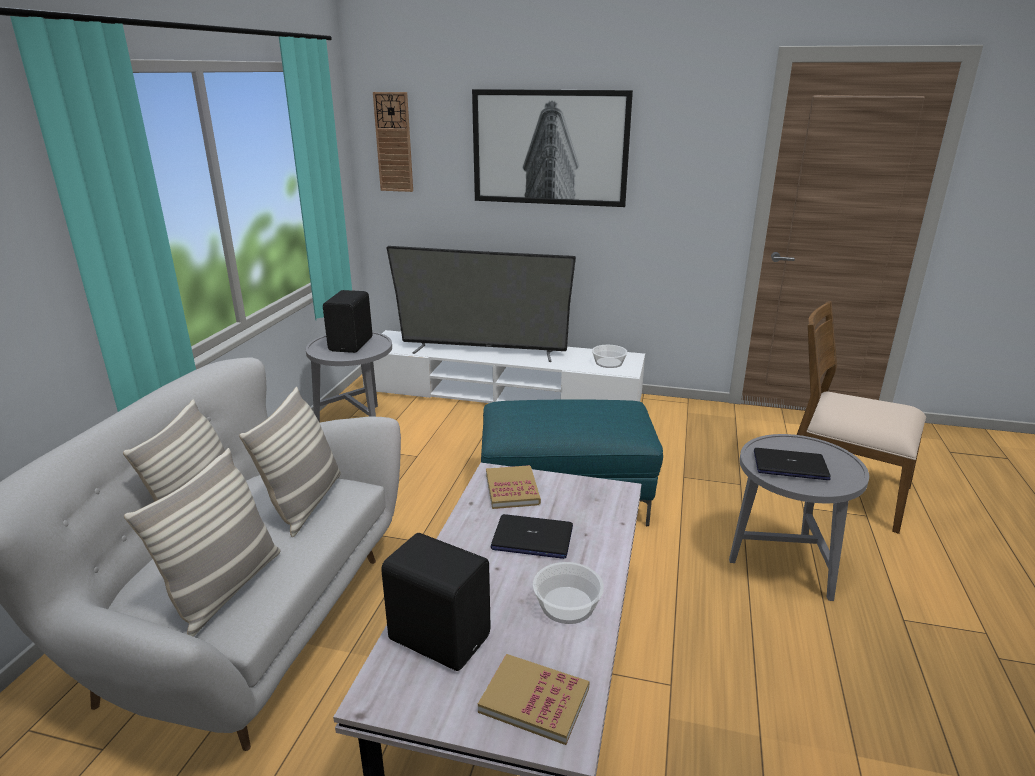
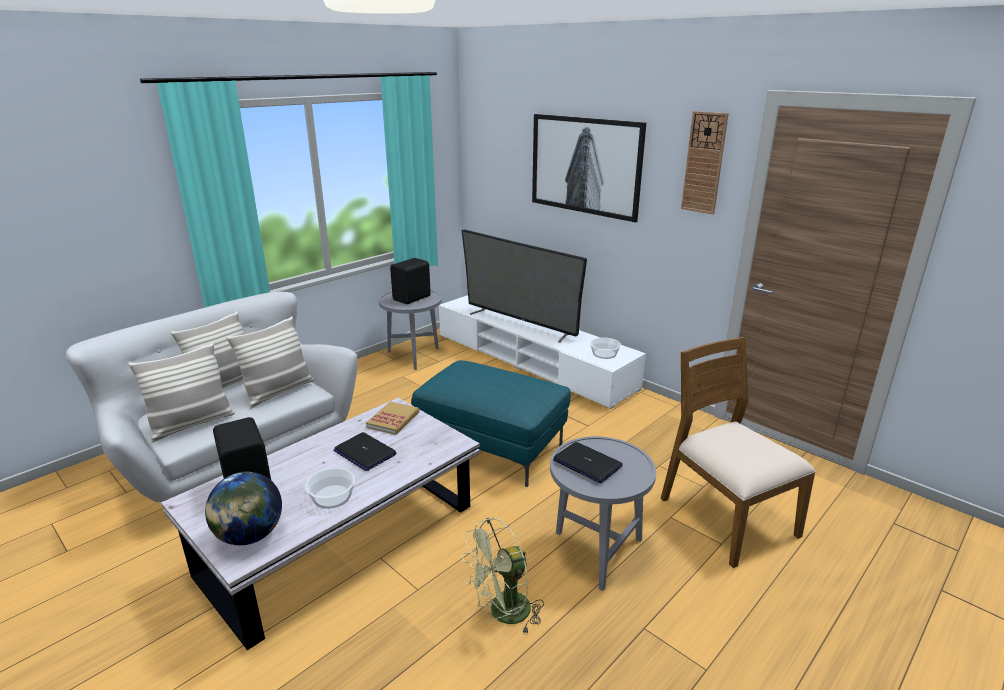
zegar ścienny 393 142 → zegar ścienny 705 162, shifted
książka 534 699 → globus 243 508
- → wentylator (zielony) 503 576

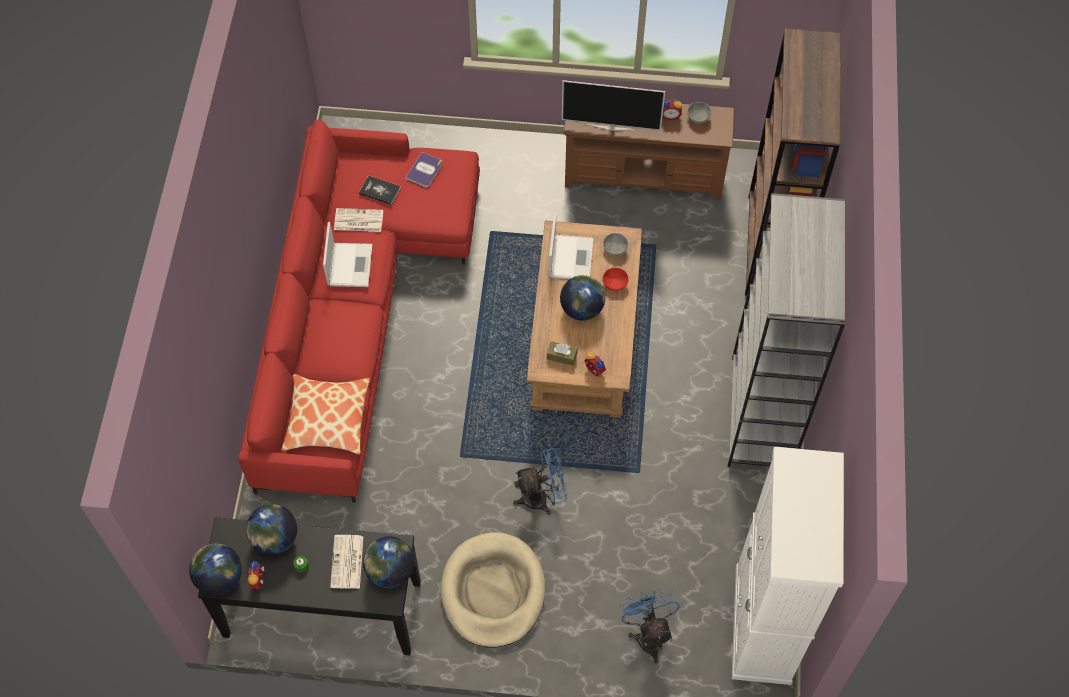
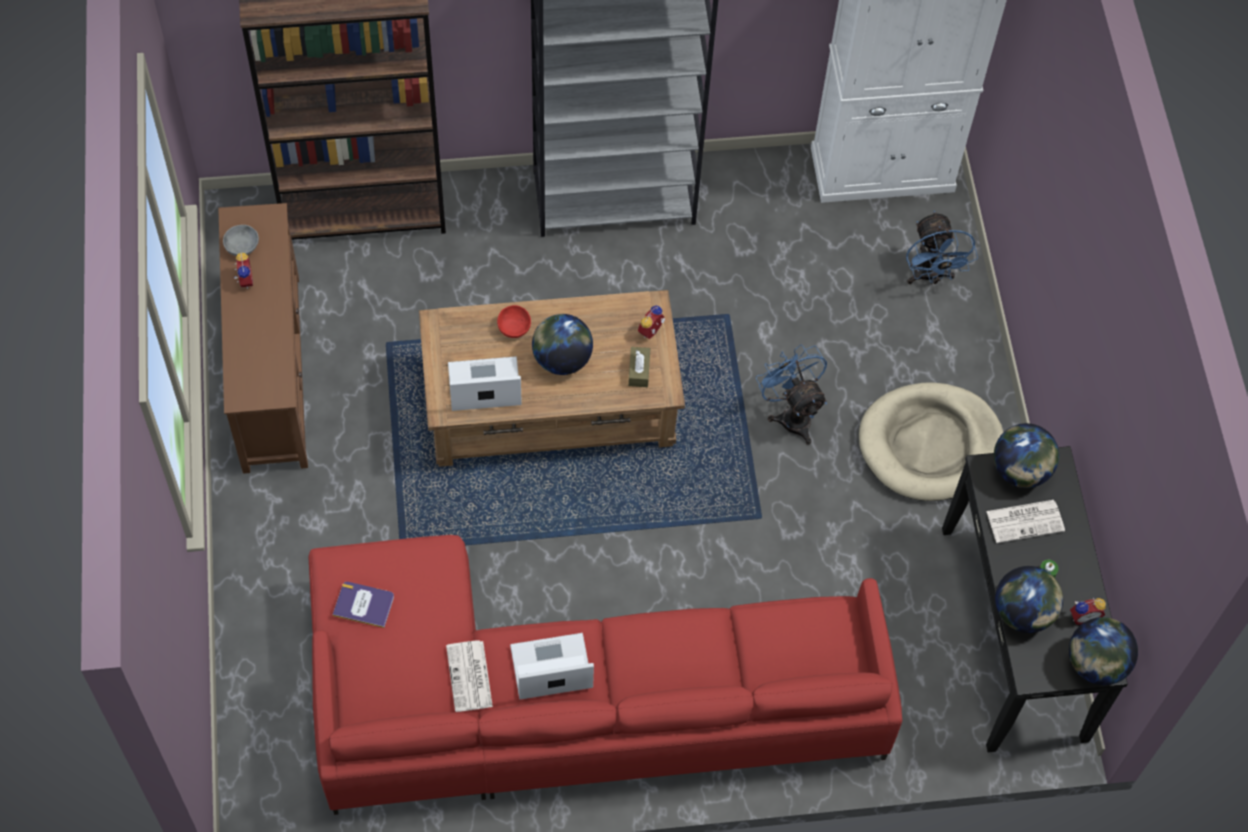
poduszka 326 414 → -
książka 380 190 → -
telewizor 613 105 → -
miska (szary) 615 244 → -
wentylator (niebieski) 649 626 → wentylator (niebieski) 942 247, 75 degrees counterclockwise

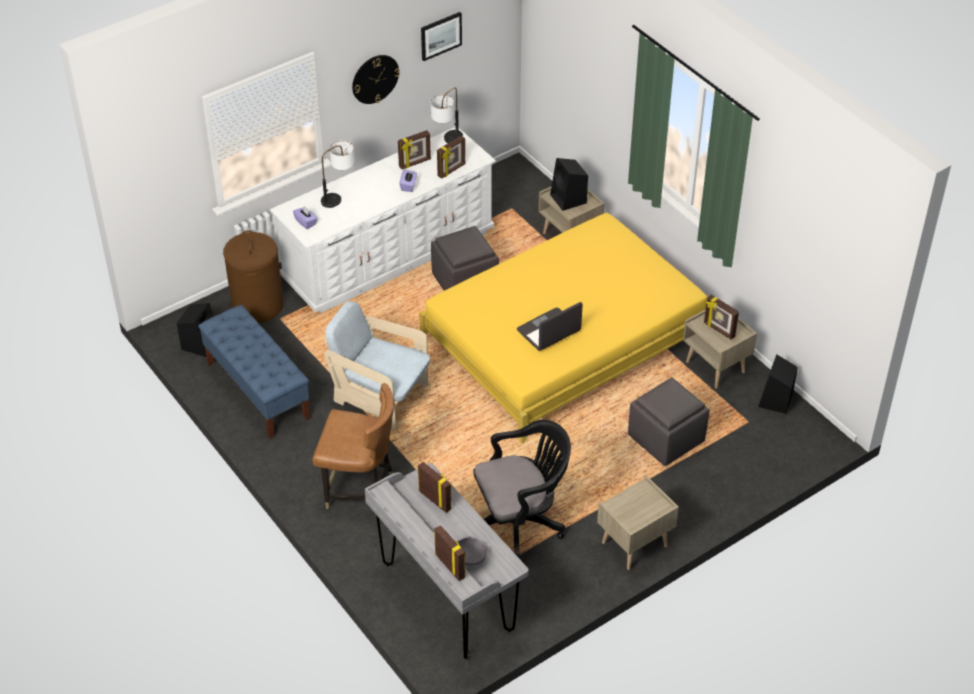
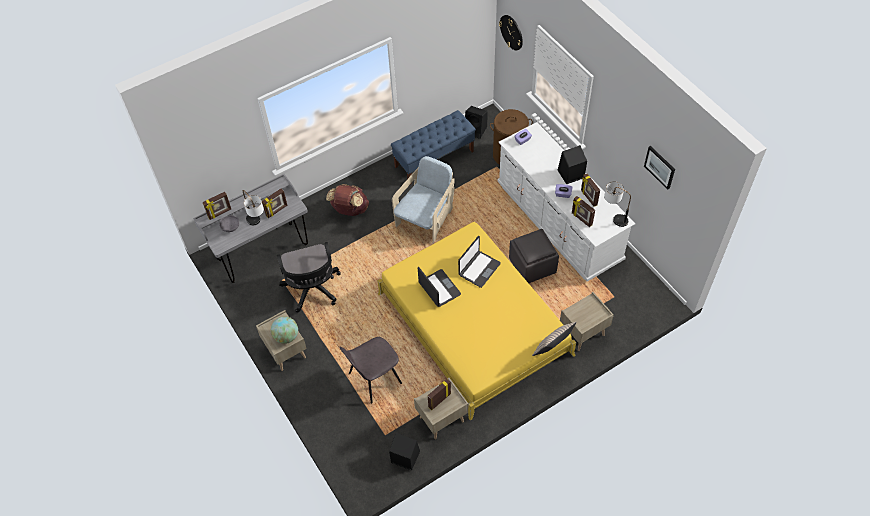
krzesło (brązowy) 353 446 → plecak (brązowy) 347 200
lampa stołowa 338 174 → lampa stołowa 253 207, shifted
zegar ścienny 376 79 → zegar ścienny 511 33, shifted
głośnik (czarny) 569 184 → głośnik (czarny) 572 164, shifted
pufa (szary) 669 421 → krzesło (szary) 370 370
- → globus 284 330
- → laptop 479 262
- → poduszka (beżowy) 554 339

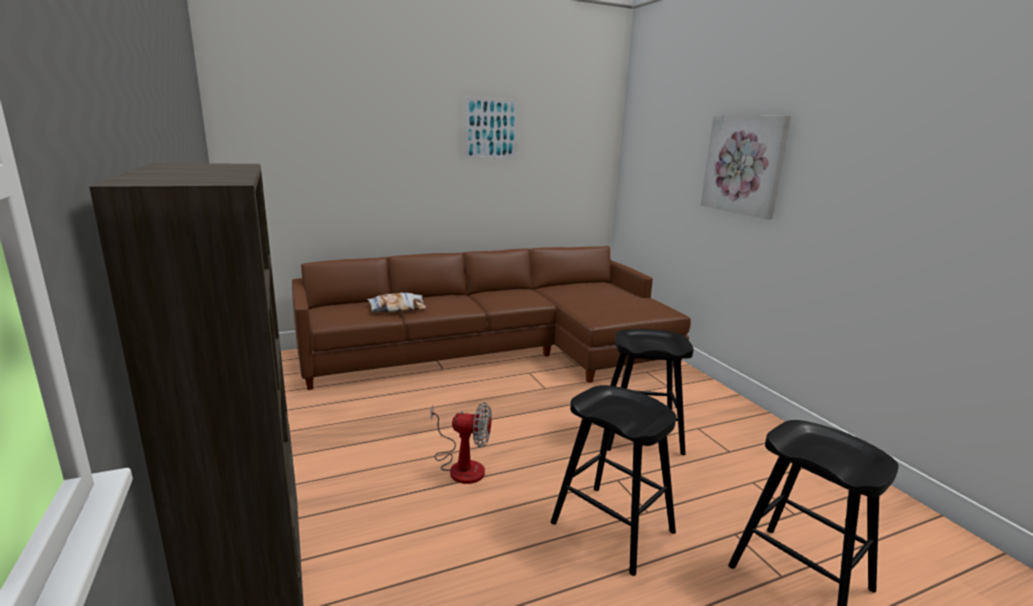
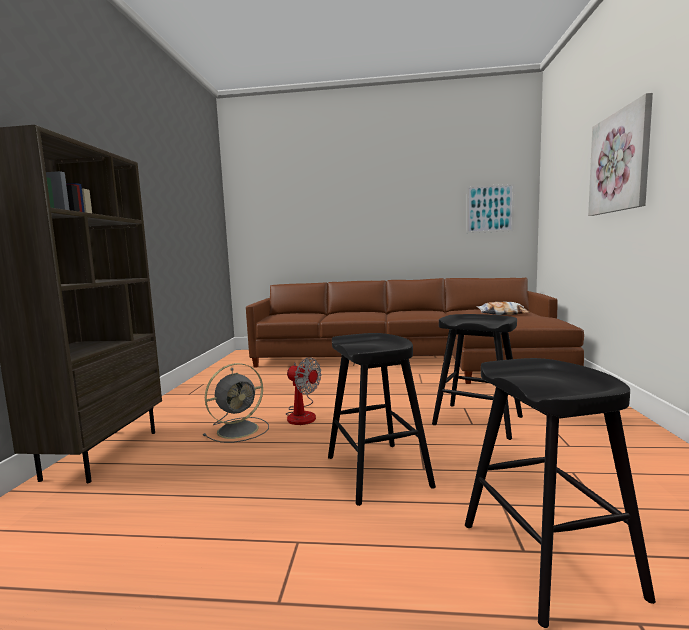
poduszka 397 302 → poduszka 503 308, shifted
obraz 491 128 → obraz 490 208, shifted
- → wentylator (szary) 236 403

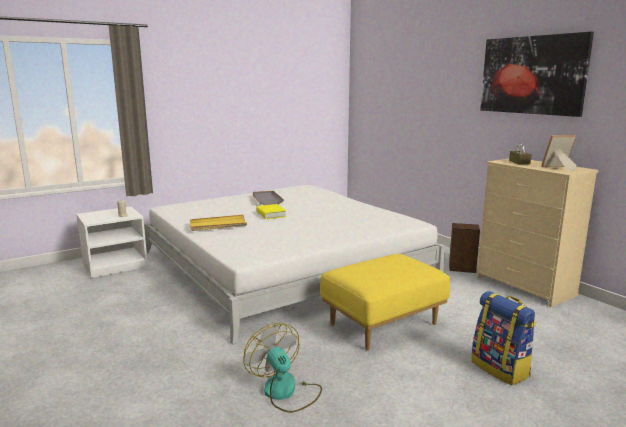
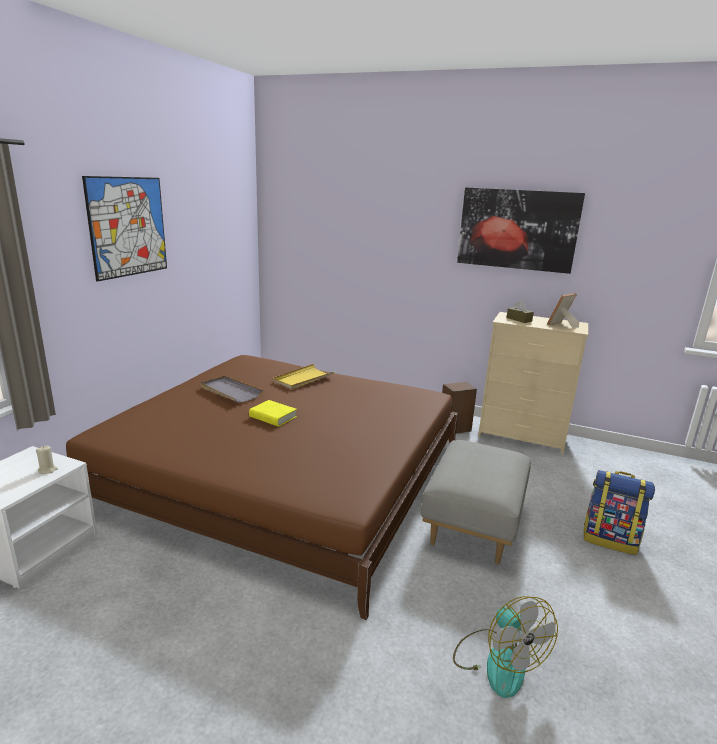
łóżko (biały) 294 265 → łóżko (brązowy) 262 487
taca (żółty) 218 223 → taca (żółty) 303 376, shifted
wentylator 283 368 → wentylator 505 647, 135 degrees counterclockwise
pufa (żółty) 385 302 → pufa (szary) 476 502
- → obraz 124 229

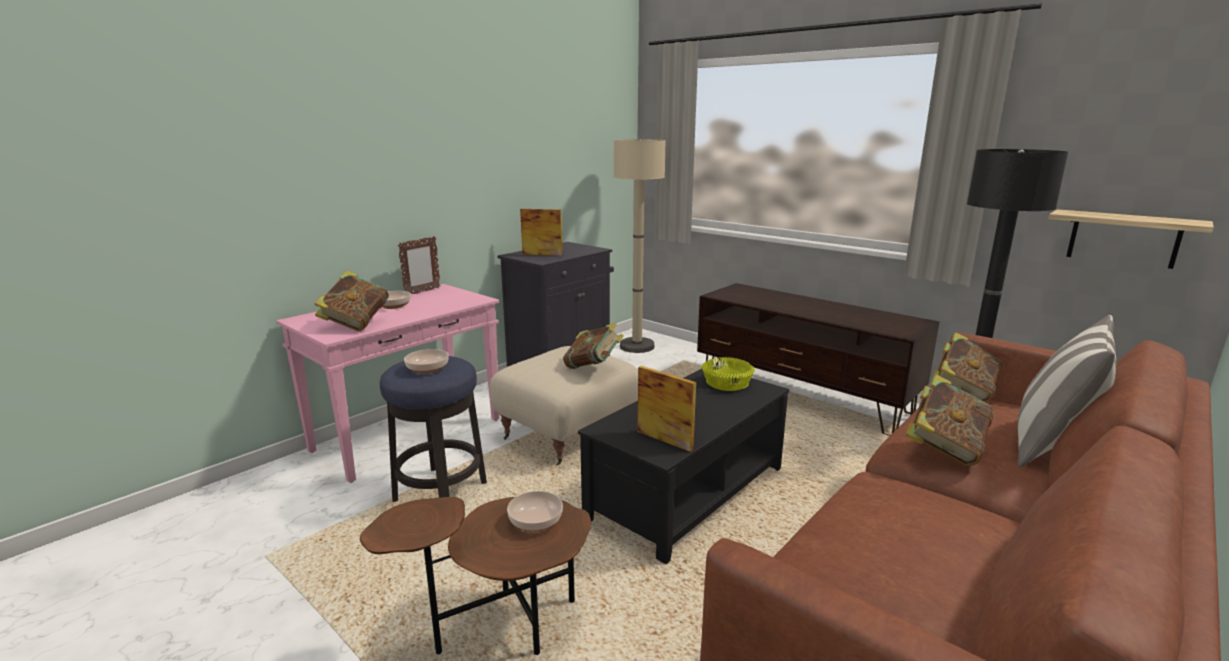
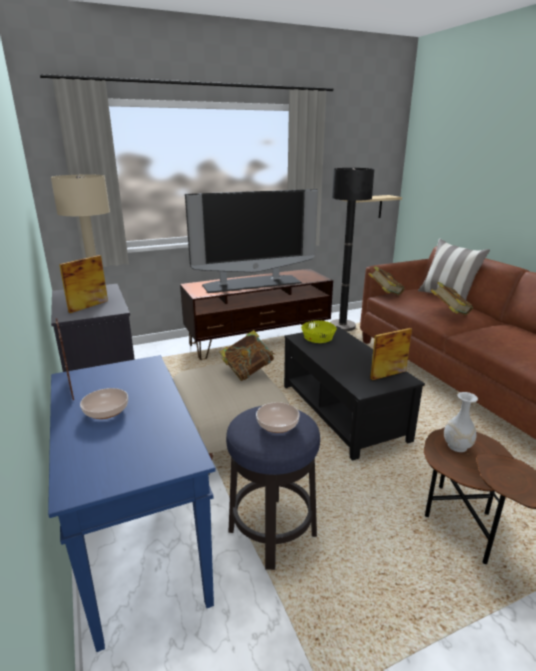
stolik konsolowy (różowy) 387 383 → stolik konsolowy (niebieski) 132 503
książka 352 300 → -
miska 535 511 → wazon (biały) 461 422
- → telewizor 251 241

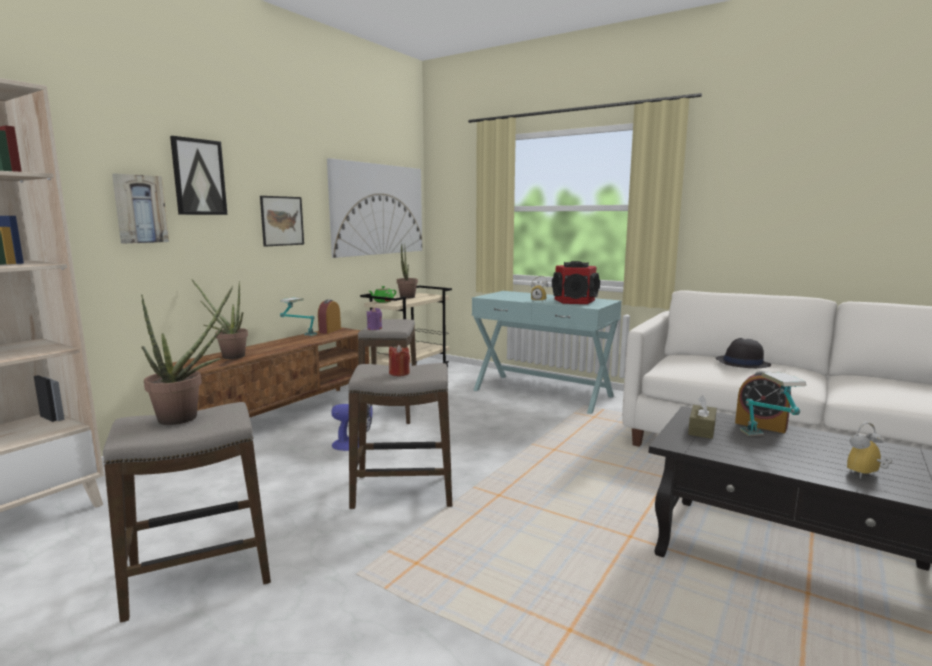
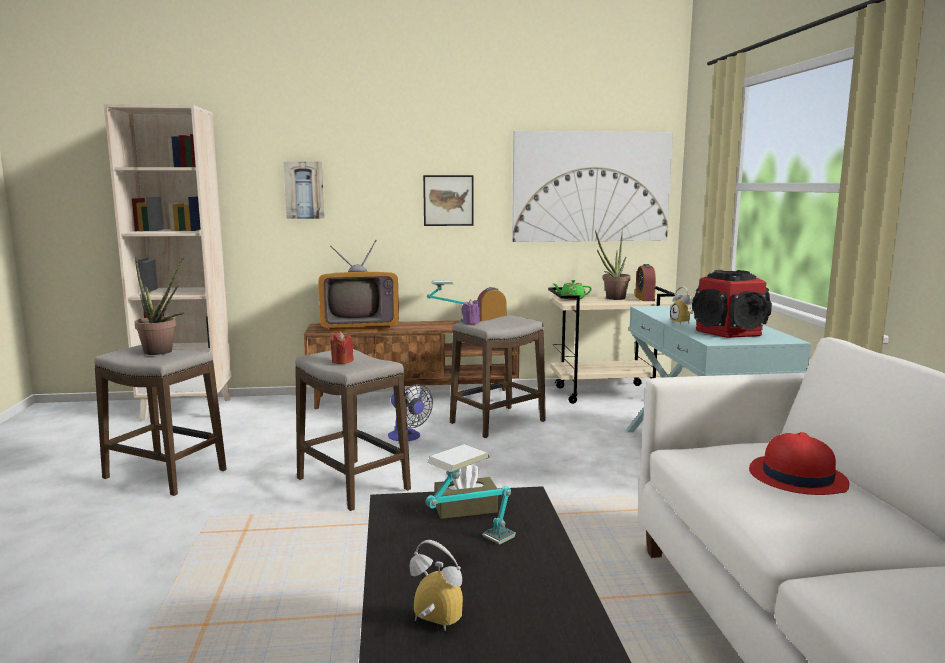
obraz 198 175 → -
roślina doniczkowa 219 319 → telewizor 358 286
kapelusz (czarny) 743 353 → kapelusz (czerwony) 799 463
budzik 763 402 → budzik 645 282, shifted

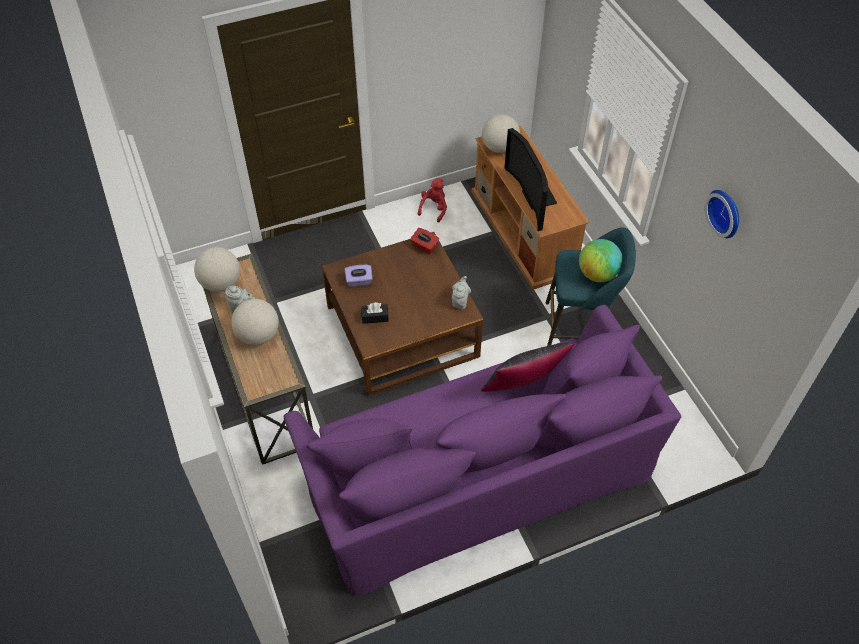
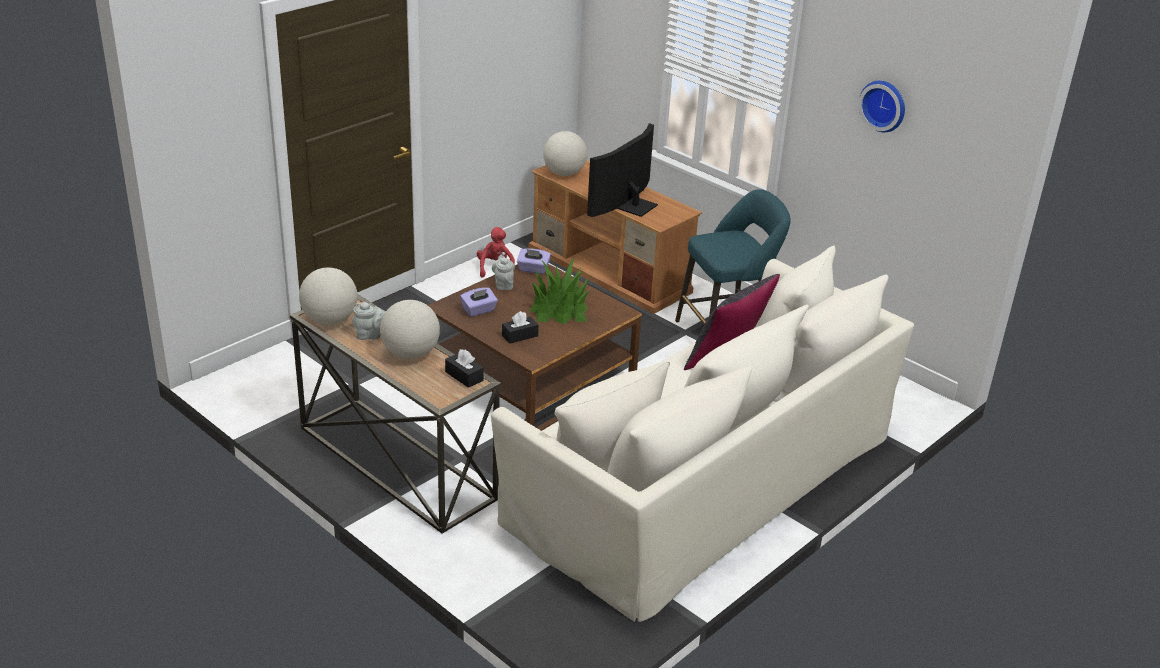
kanapa (fioletowy) 482 450 → kanapa (beżowy) 702 433
pudełko chusteczek (czerwony) 424 241 → pudełko chusteczek (fioletowy) 534 261
imbryk (szary) 461 293 → imbryk (szary) 503 271, shifted
telewizor 530 179 → telewizor 622 170, 75 degrees clockwise
globus 600 260 → -
- → pudełko chusteczek (czarny) 464 368
- → roślina doniczkowa 559 290

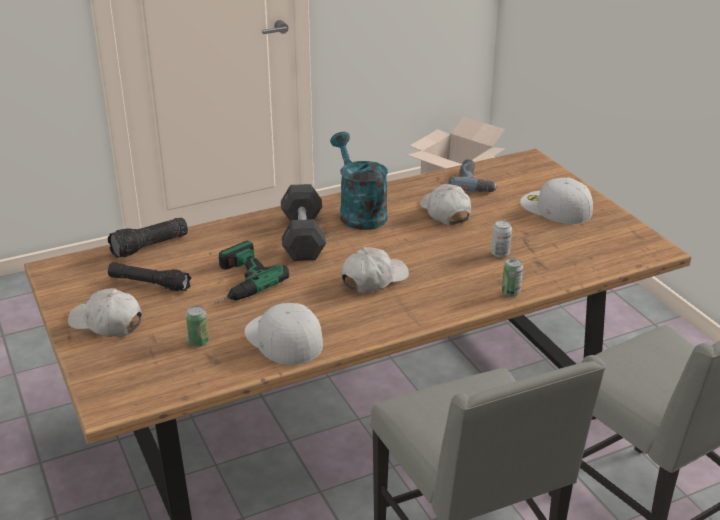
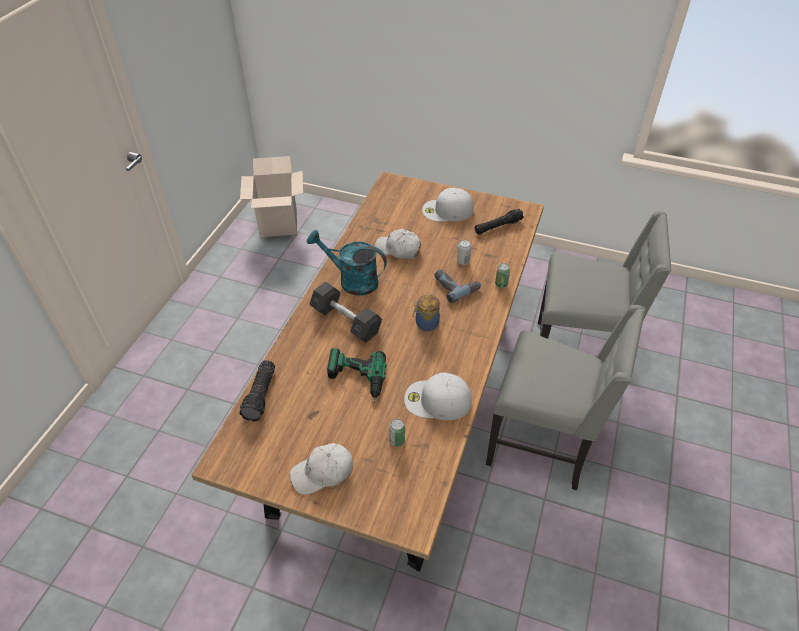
latarka (czarny) 150 276 → latarka (czarny) 499 222, shifted
czapka z daszkiem (biały) 375 270 → słoik 426 313
wiertarka 473 175 → wiertarka 457 286, shifted

